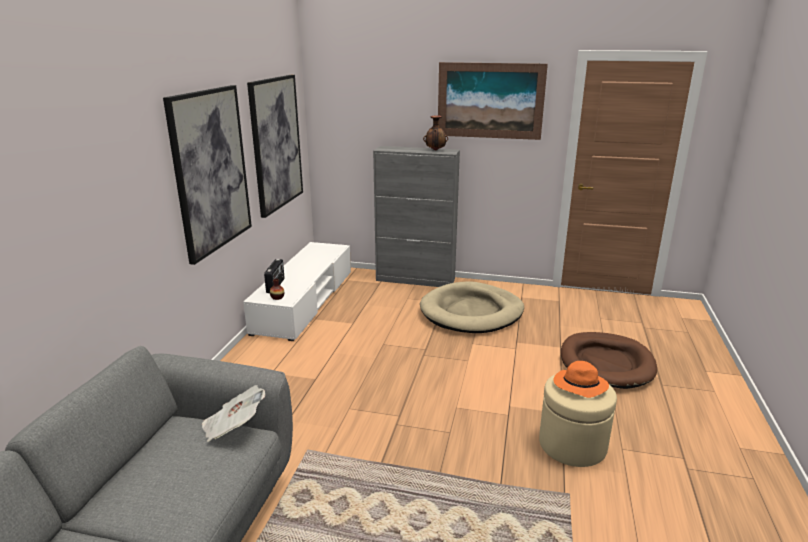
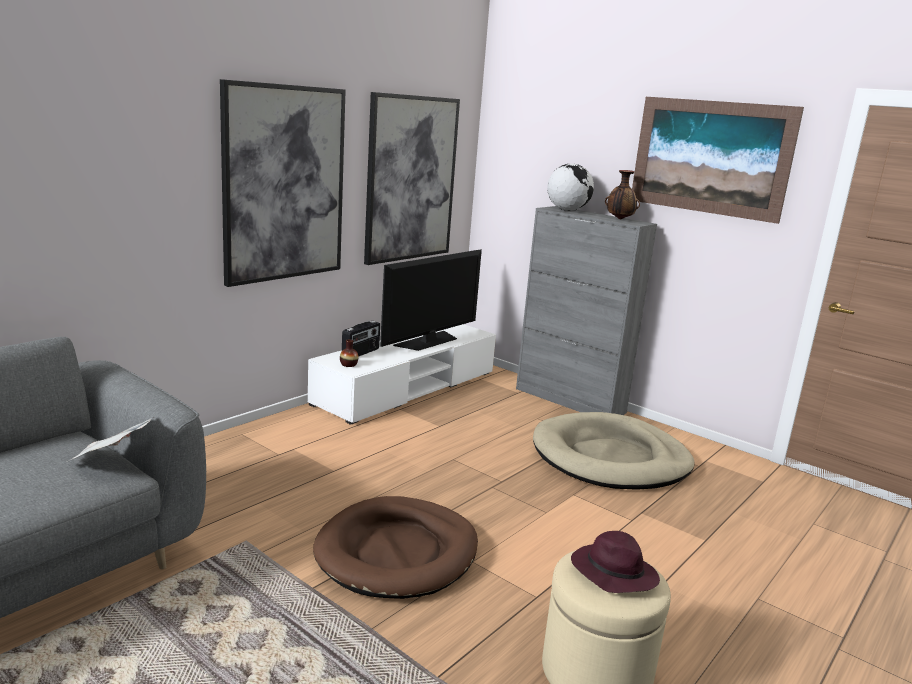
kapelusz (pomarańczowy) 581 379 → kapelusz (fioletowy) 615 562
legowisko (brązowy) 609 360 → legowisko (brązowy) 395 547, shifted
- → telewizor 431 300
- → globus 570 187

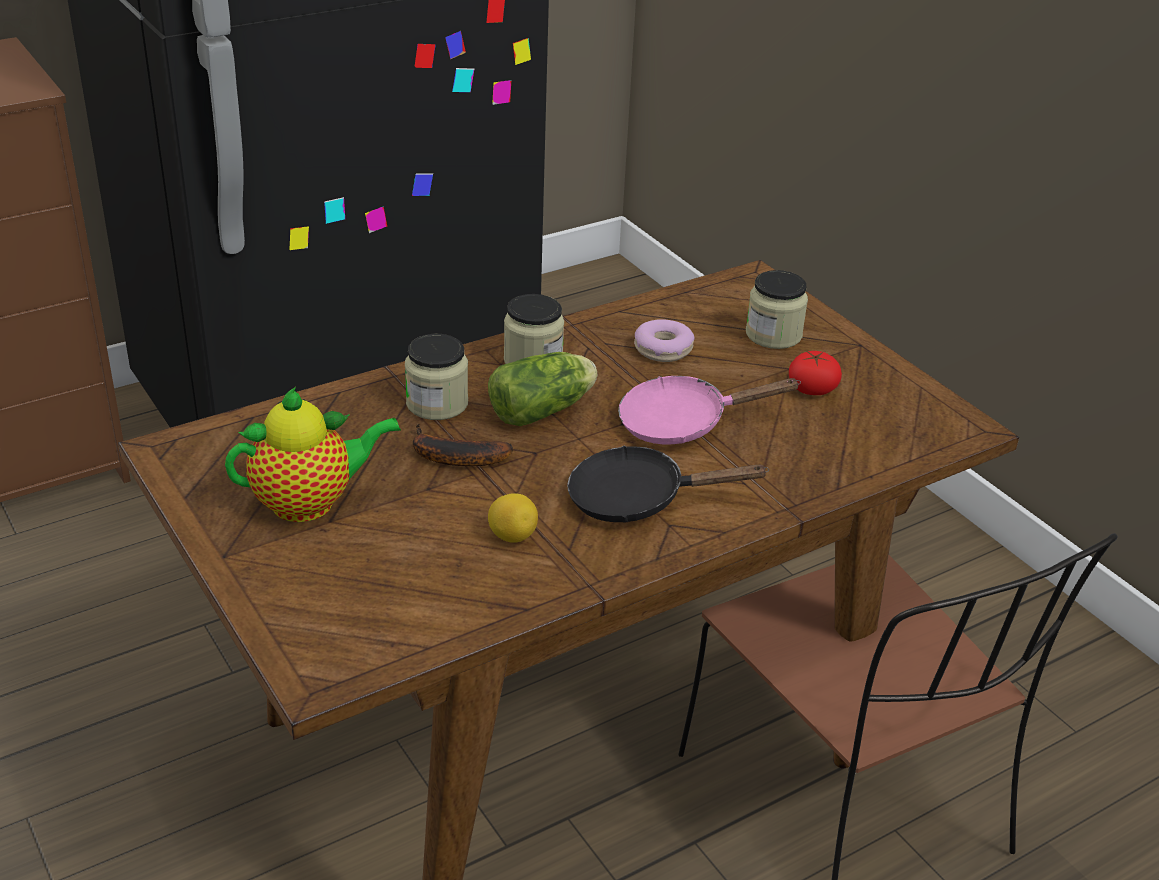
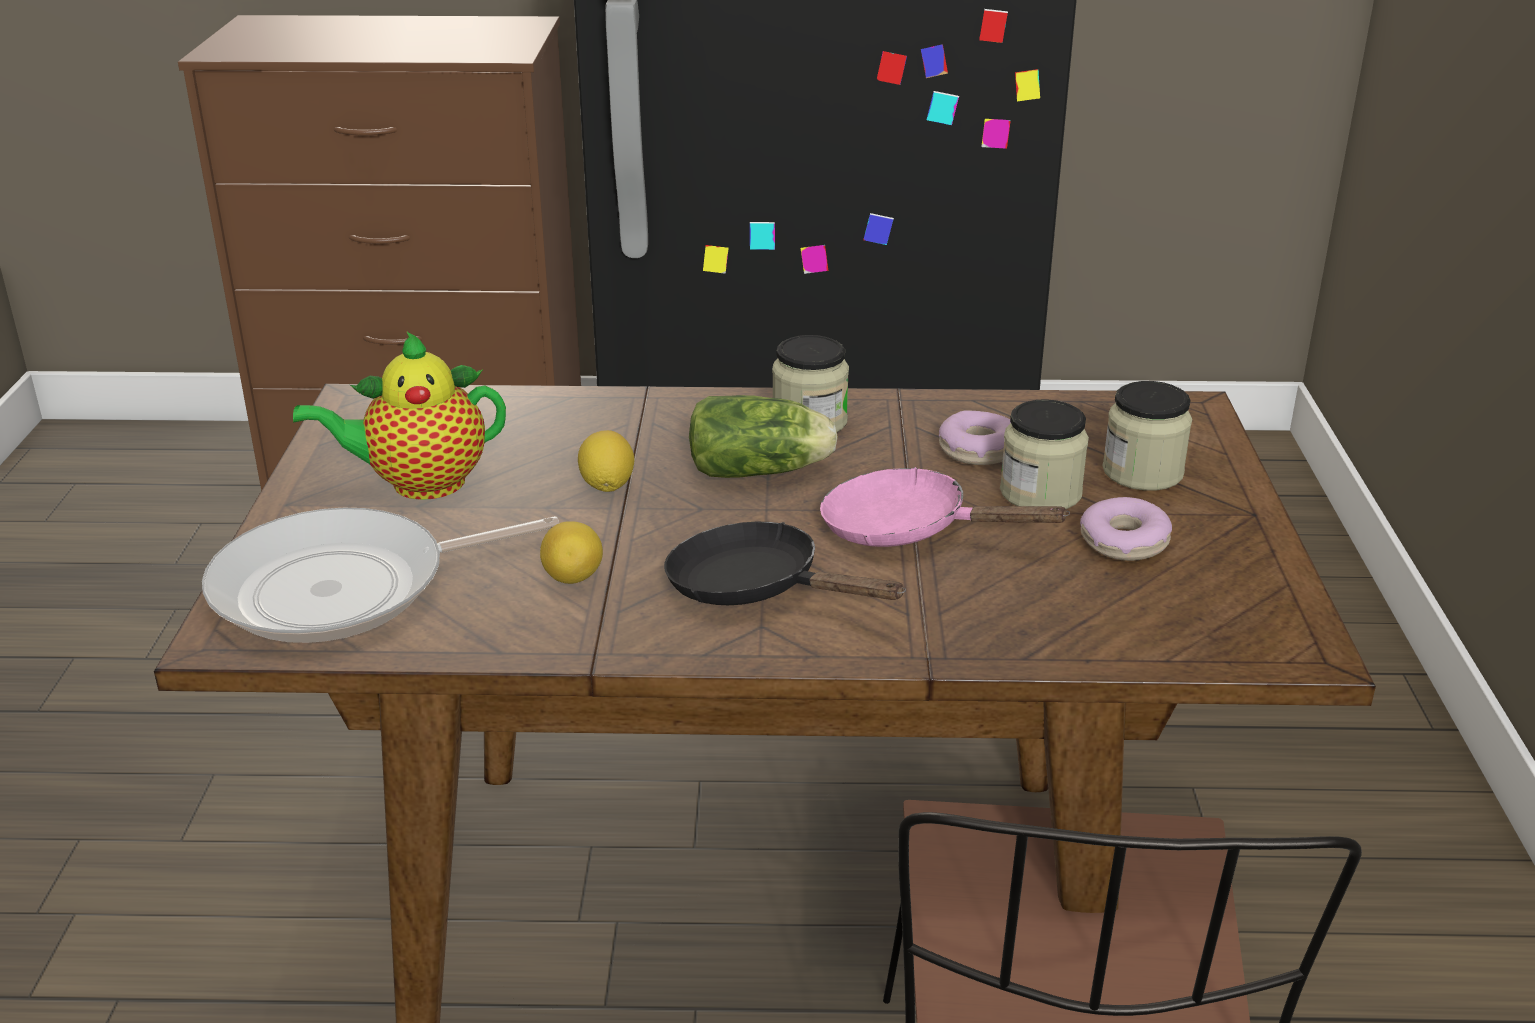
imbryk 313 454 → imbryk 399 415, 150 degrees clockwise
słoik 436 377 → słoik 1044 454, shifted
banan 463 445 → cytryna 606 461
pomidor 815 372 → donut 1126 529
- → patelnia 380 575

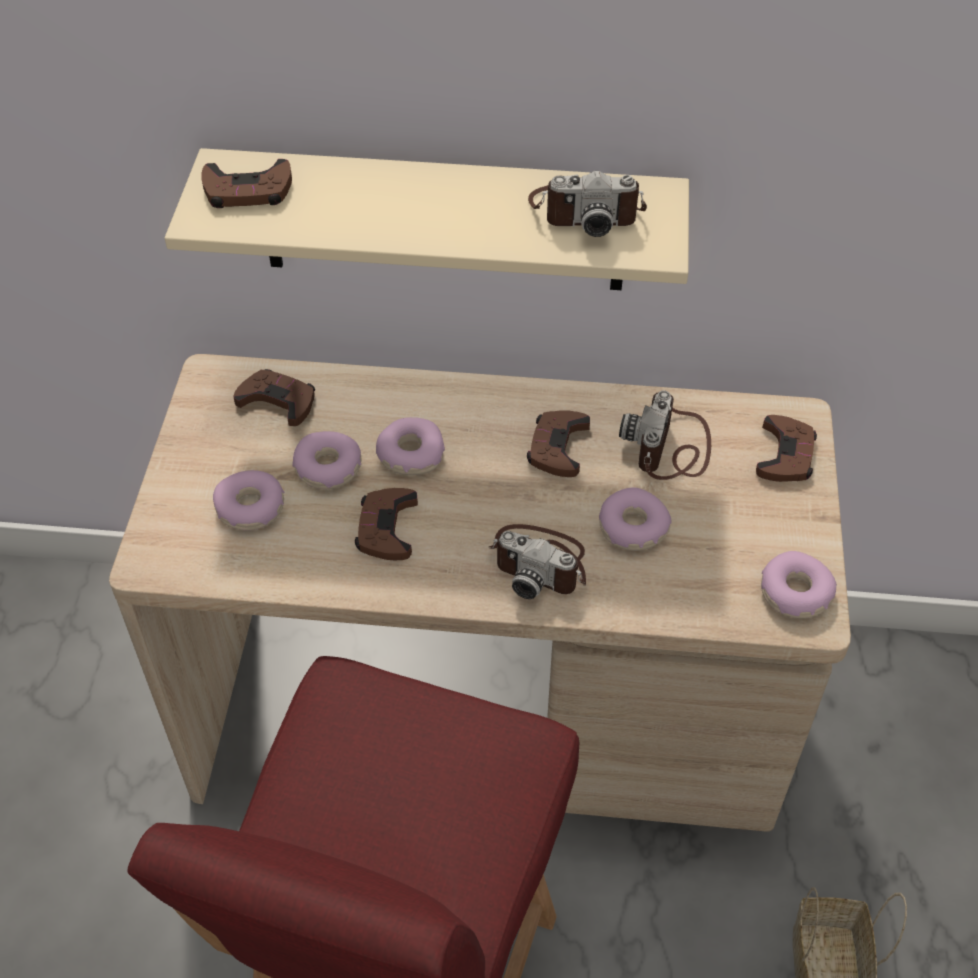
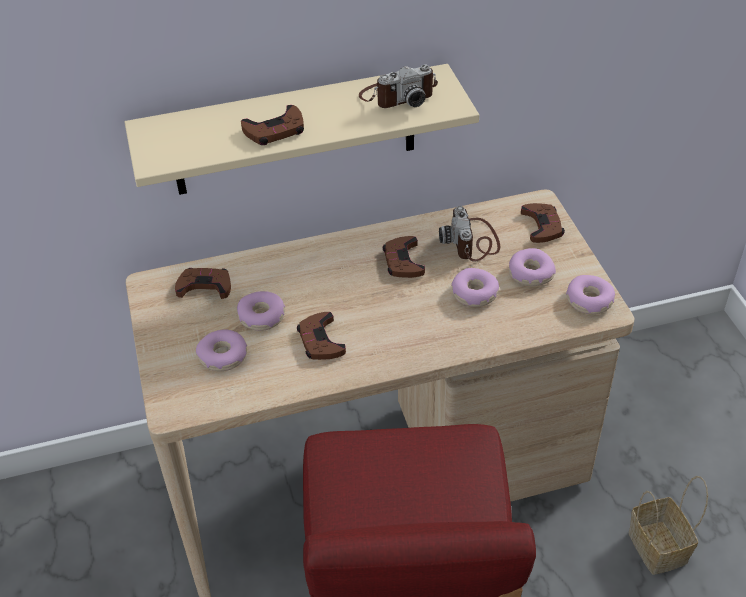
pad do gier (brązowy) 246 183 → pad do gier (brązowy) 272 125, shifted
donut 410 446 → donut 532 267, shifted
aparat fotograficzny 537 561 → -

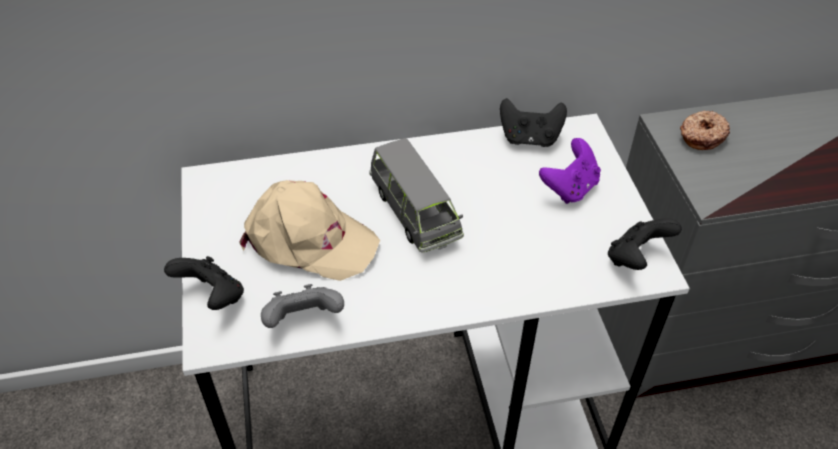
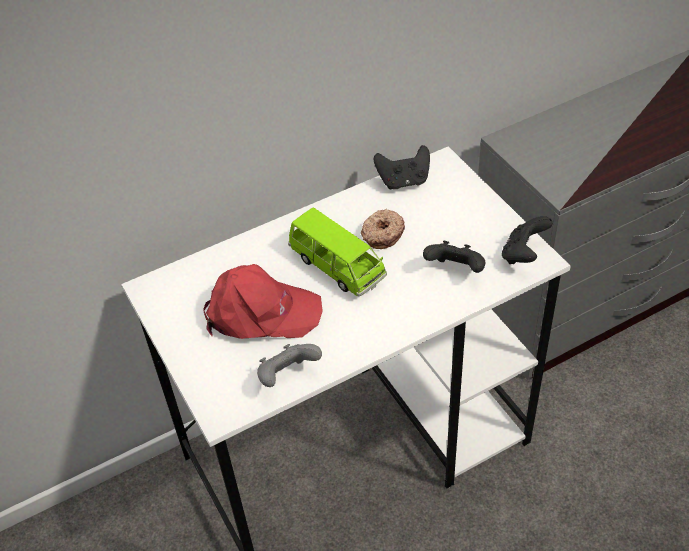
pad do gier (czarny) 204 283 → pad do gier (czarny) 454 257, shifted
czapka z daszkiem (beżowy) 309 230 → czapka z daszkiem (czerwony) 263 301
samochodzik (szary) 416 195 → samochodzik (zielony) 337 252
pad do gier (fioletowy) 570 171 → -
donut 705 130 → donut 383 229, shifted

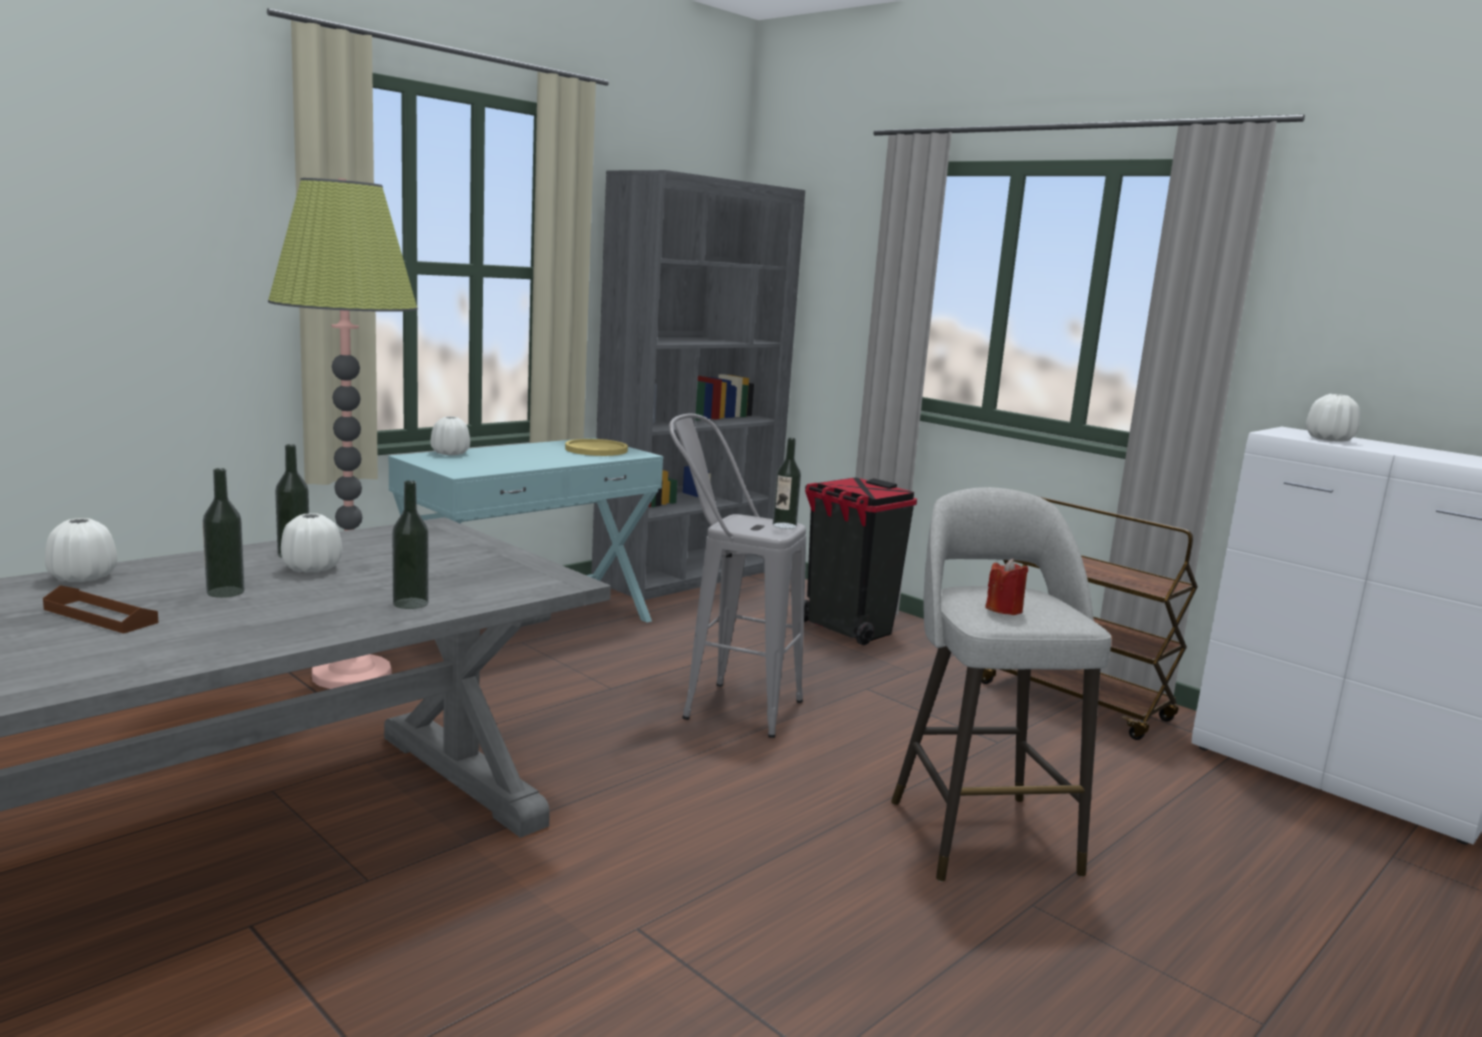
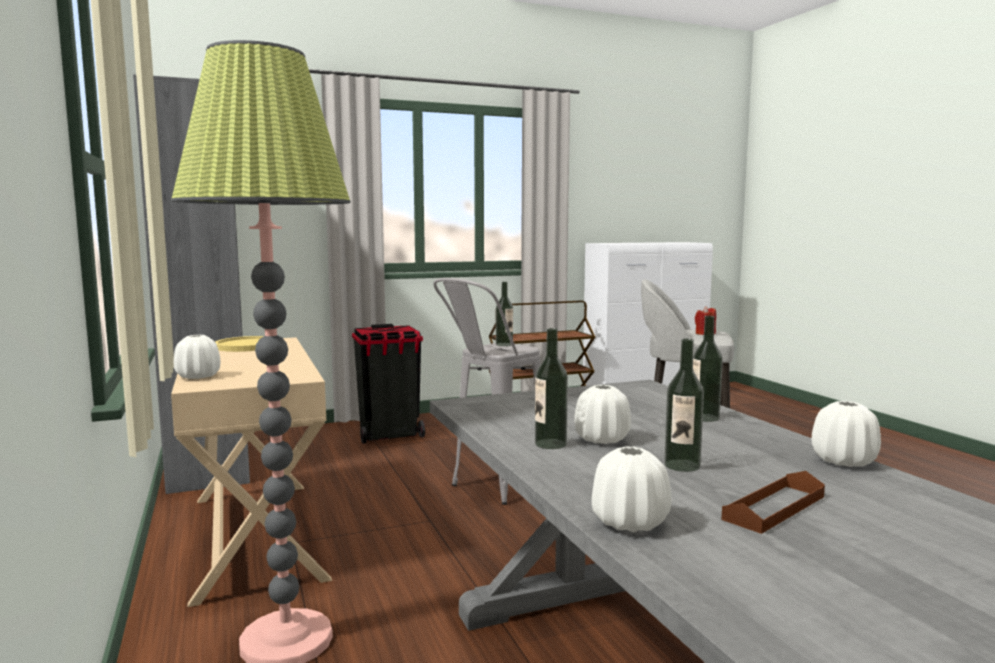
stolik konsolowy (turkusowy) 525 530 → stolik konsolowy (beżowy) 251 472
wazon (biały) 1333 417 → wazon (biały) 846 434, shifted

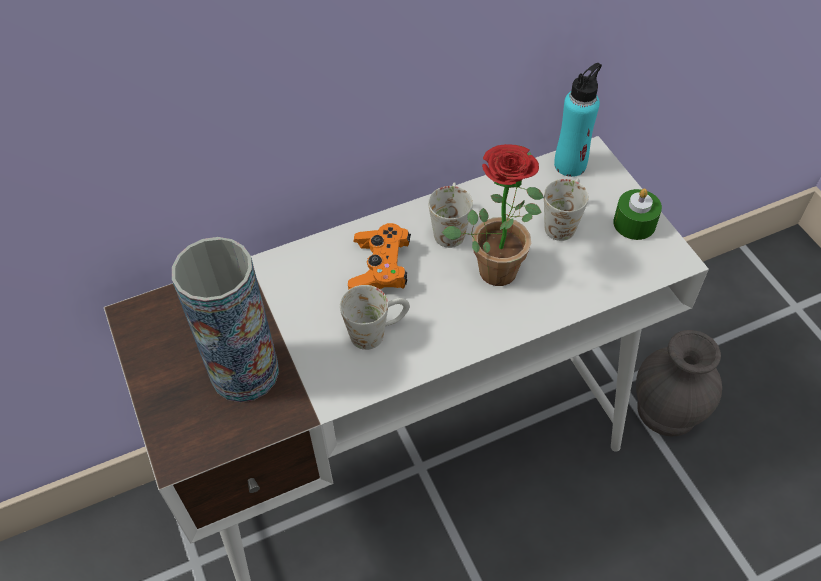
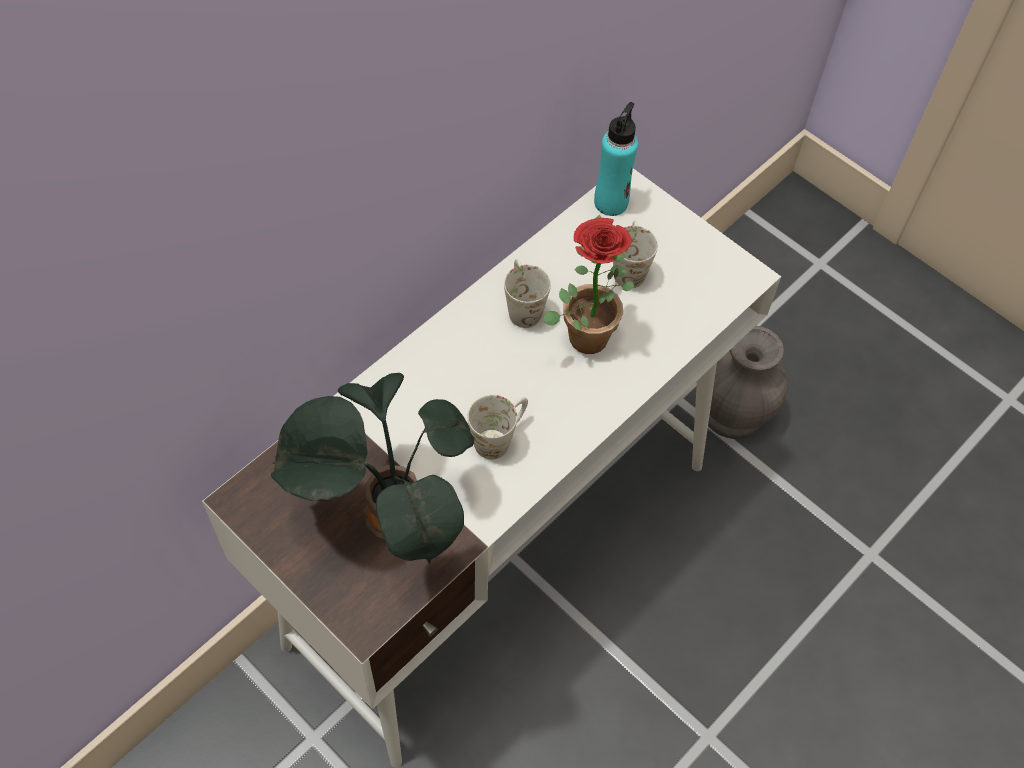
wazon 225 319 → roślina doniczkowa 372 468
pad do gier (pomarańczowy) 379 256 → -
świeca (zielony) 637 214 → -

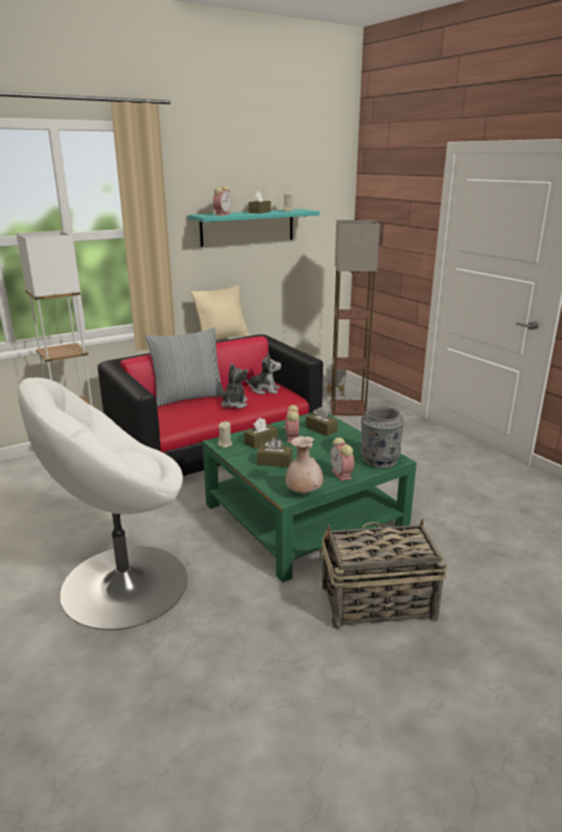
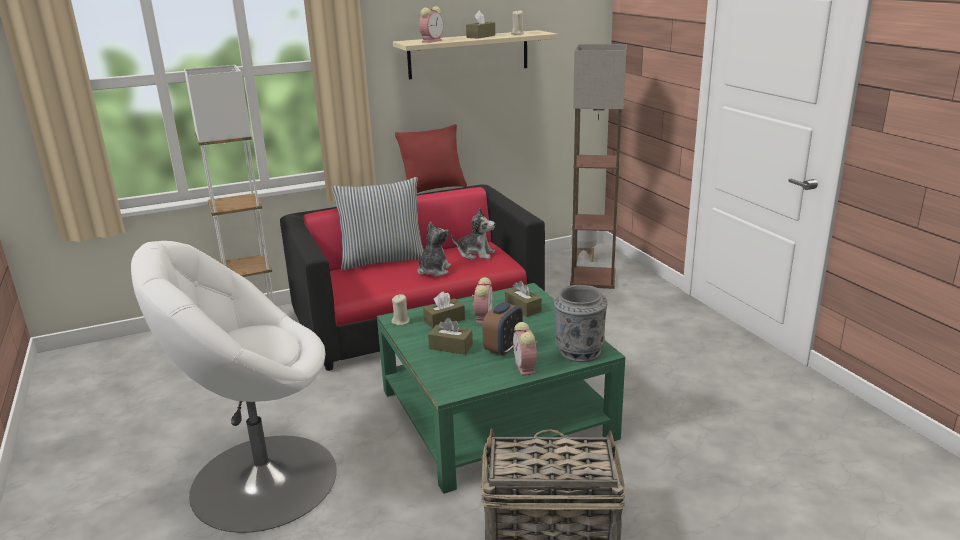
półka (turkusowy) 254 228 → półka (beżowy) 475 54
poduszka (beżowy) 220 312 → poduszka (czerwony) 431 158
wazon (beżowy) 304 465 → -
- → budzik 503 329

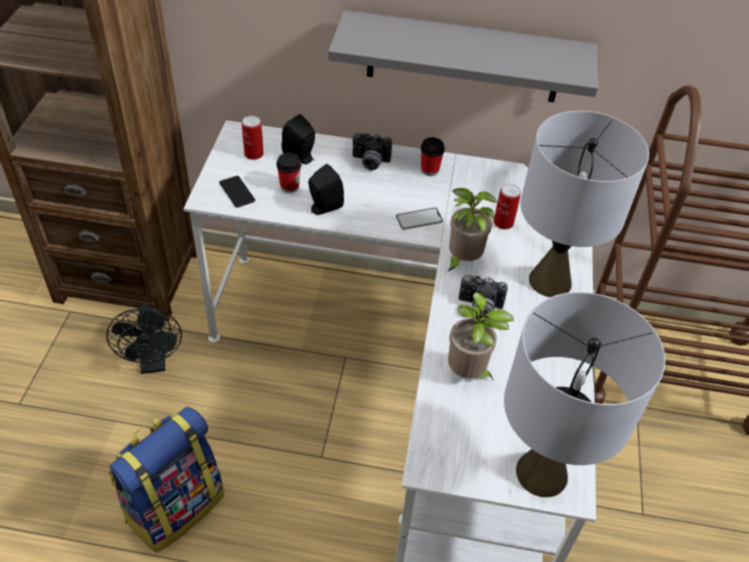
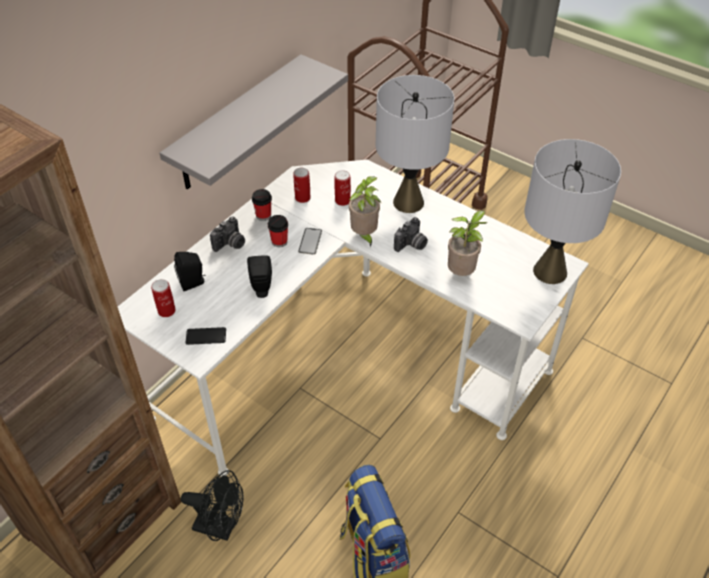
filiżanka 288 173 → filiżanka 278 231, shifted
- → puszka 302 185

